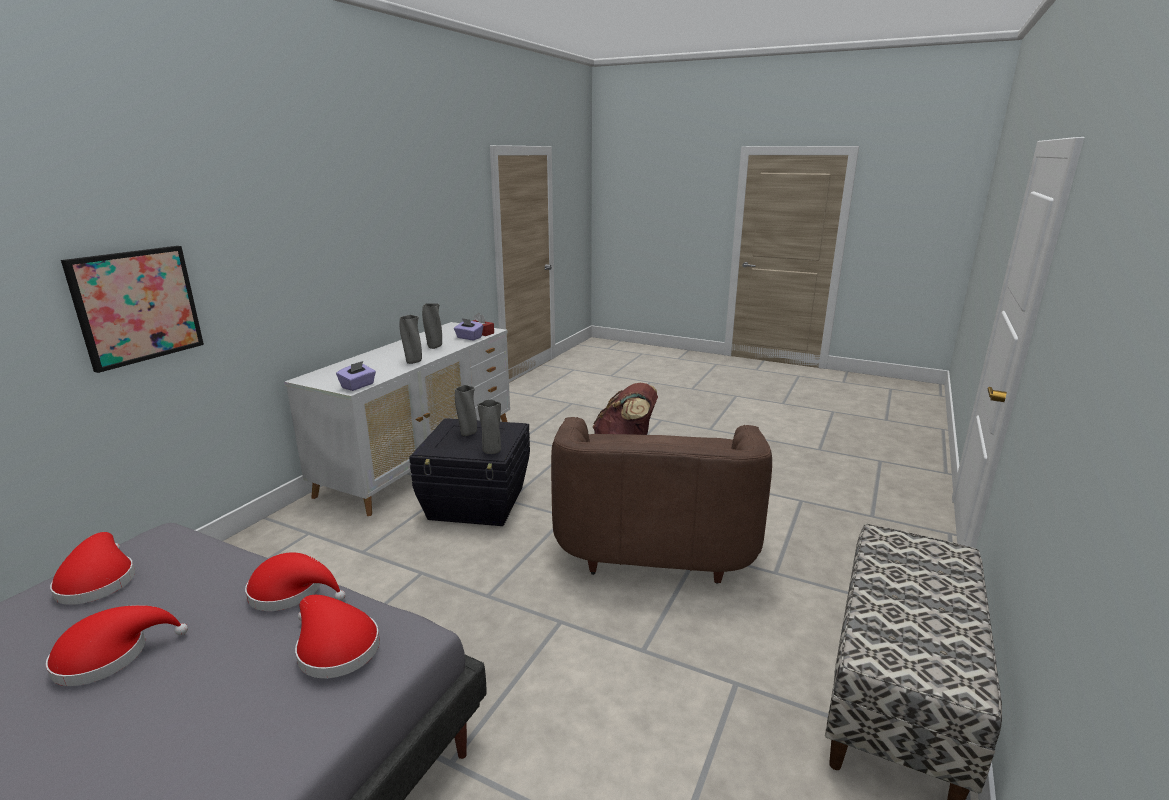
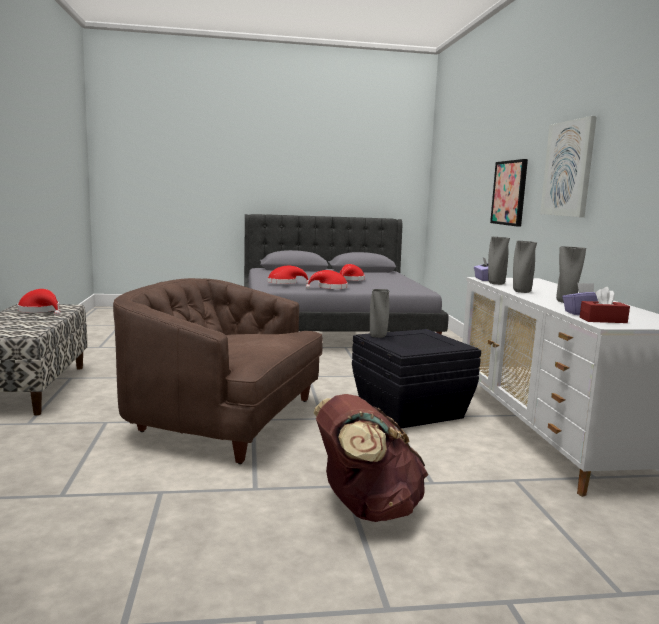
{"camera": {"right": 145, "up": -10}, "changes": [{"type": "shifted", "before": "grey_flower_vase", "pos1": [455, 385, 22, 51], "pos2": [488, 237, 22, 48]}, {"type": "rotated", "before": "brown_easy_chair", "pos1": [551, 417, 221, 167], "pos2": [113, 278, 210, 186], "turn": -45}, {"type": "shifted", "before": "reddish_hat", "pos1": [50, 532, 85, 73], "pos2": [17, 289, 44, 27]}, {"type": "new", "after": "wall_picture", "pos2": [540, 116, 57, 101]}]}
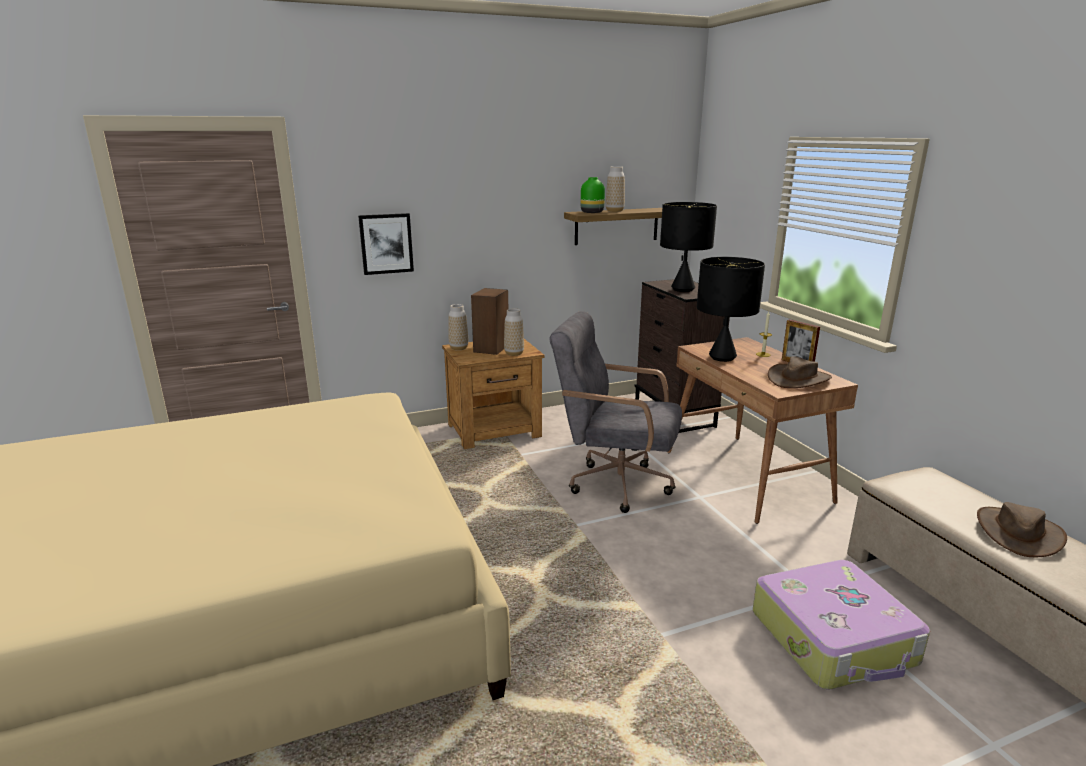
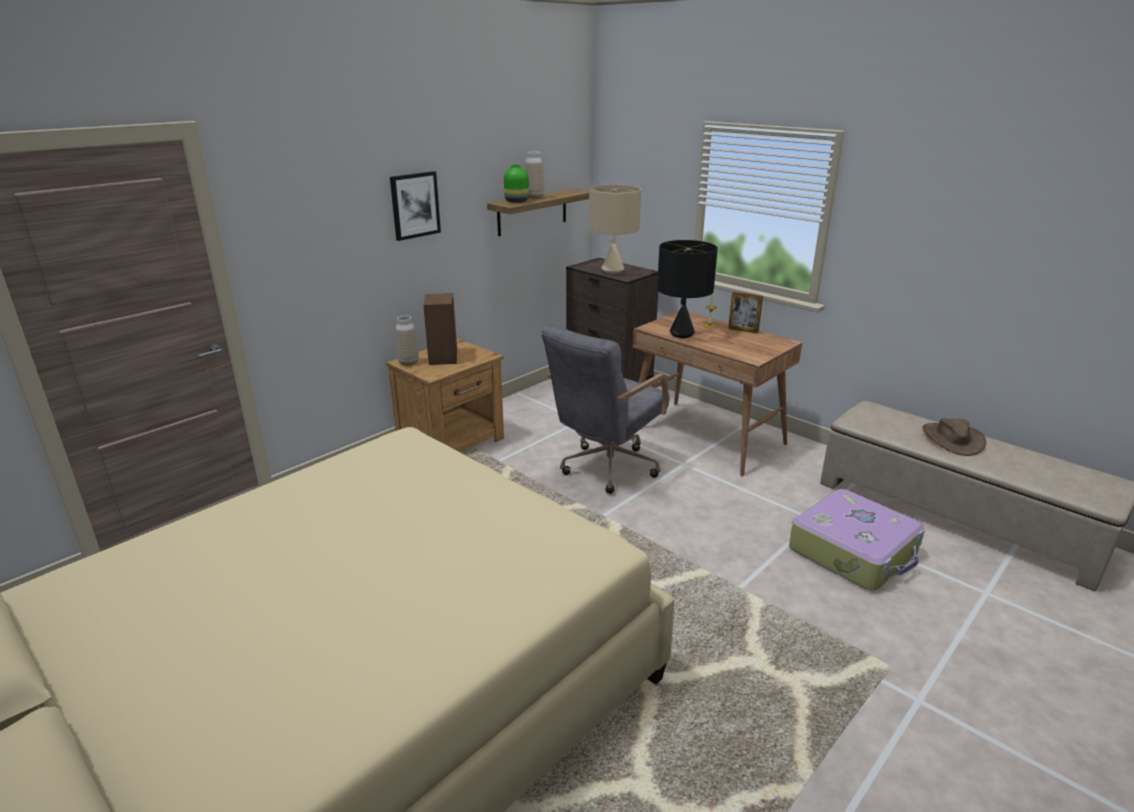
{"camera": {"right": -25, "up": 5}, "changes": [{"type": "repainted", "before": "blackish_tabletop_lamp", "after": "beige_tabletop_lamp", "pos1": [660, 202, 57, 90], "pos2": [589, 184, 52, 90]}, {"type": "shifted", "before": "wall_picture", "pos1": [358, 213, 56, 62], "pos2": [390, 171, 51, 70]}, {"type": "gone", "before": "flower_vase", "pos1": [504, 309, 20, 47]}, {"type": "rotated", "before": "grey_office_chair", "pos1": [549, 311, 133, 202], "pos2": [542, 324, 127, 170], "turn": -45}, {"type": "gone", "before": "brown_hat", "pos1": [768, 356, 64, 32]}]}
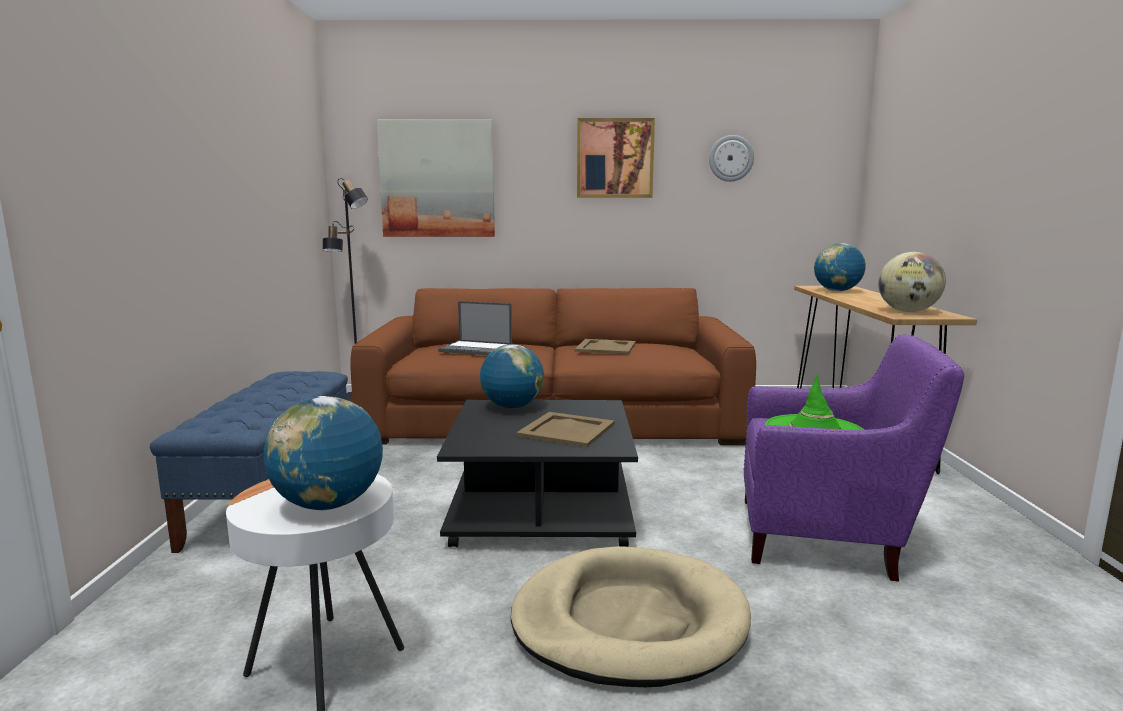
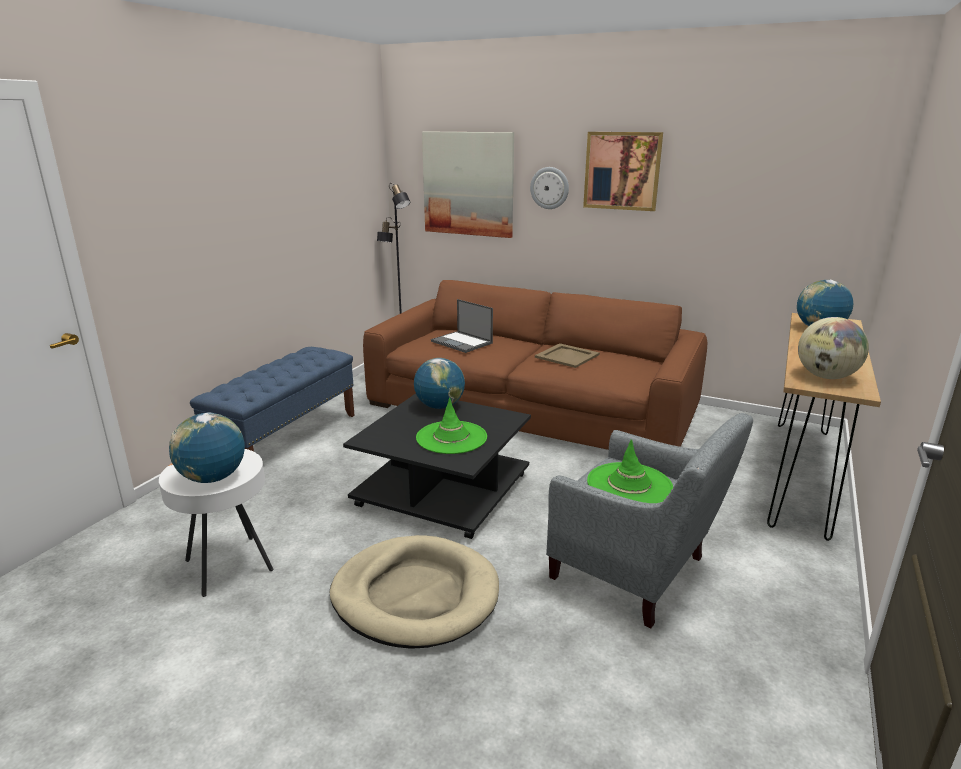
{"camera": {"right": 25, "up": 10}, "changes": [{"type": "shifted", "before": "hanging_clock", "pos1": [709, 135, 45, 47], "pos2": [530, 167, 39, 42]}, {"type": "repainted", "before": "purple-coloured_easy_chair", "after": "grey_easy_chair", "pos1": [744, 334, 220, 248], "pos2": [546, 413, 207, 215]}, {"type": "swapped", "before": "beige_tray", "after": "green-coloured_hat", "pos1": [516, 412, 99, 35], "pos2": [416, 397, 71, 57]}]}
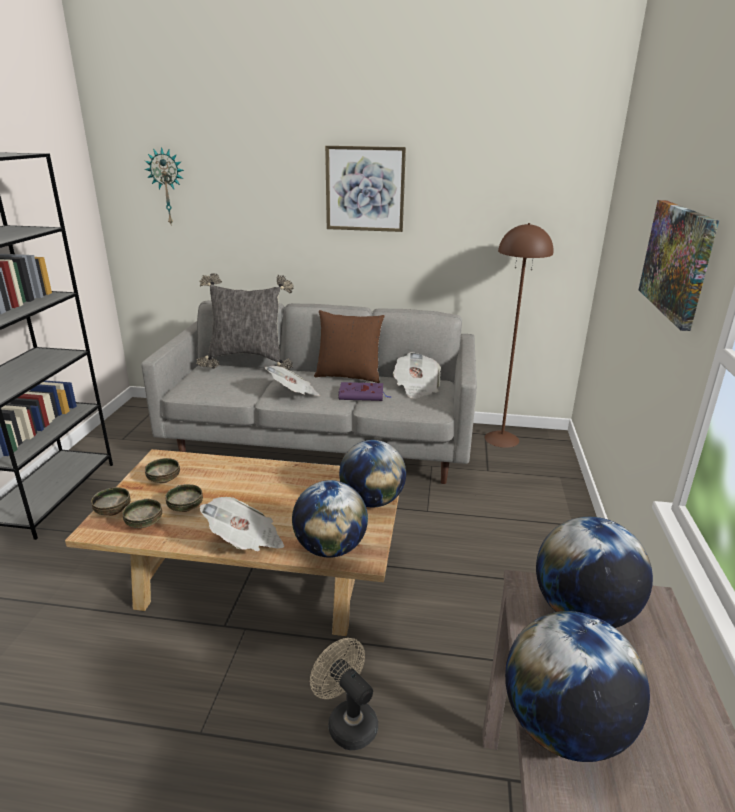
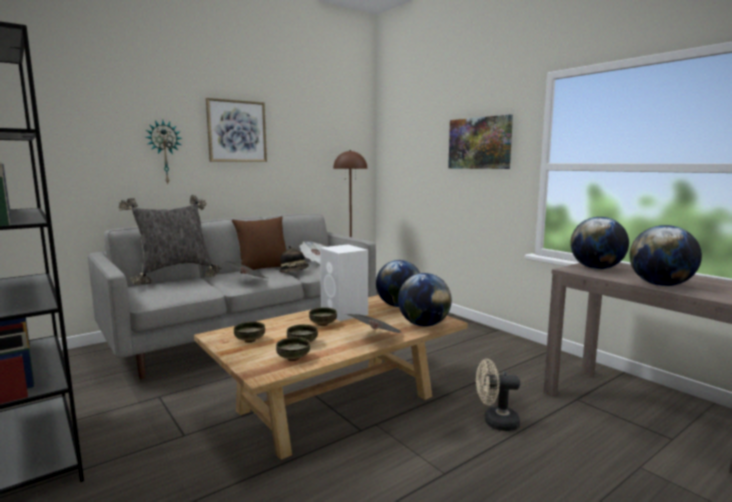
{"camera": {"right": -45, "up": -15}, "changes": [{"type": "shifted", "before": "hanging_clock", "pos1": [145, 147, 39, 77], "pos2": [145, 120, 37, 64]}, {"type": "swapped", "before": "purple-coloured_volume", "after": "hat", "pos1": [338, 382, 53, 19], "pos2": [279, 246, 30, 26]}, {"type": "shifted", "before": "bowl", "pos1": [91, 487, 40, 28], "pos2": [309, 307, 28, 19]}, {"type": "new", "after": "white-coloured_audio_speaker", "pos2": [320, 244, 48, 77]}]}
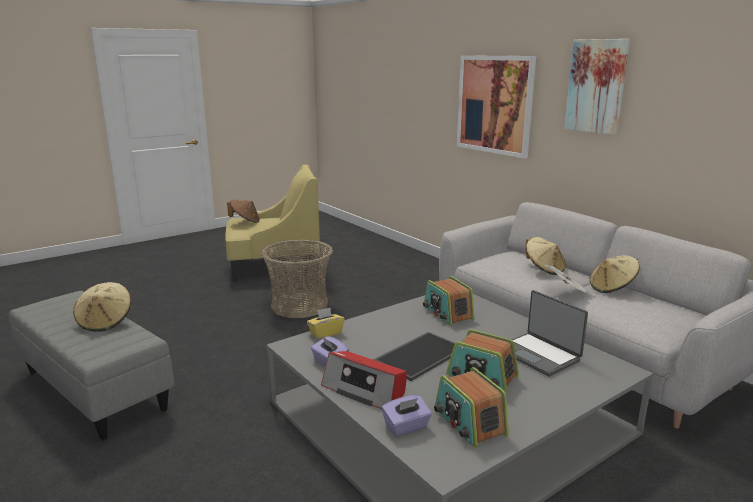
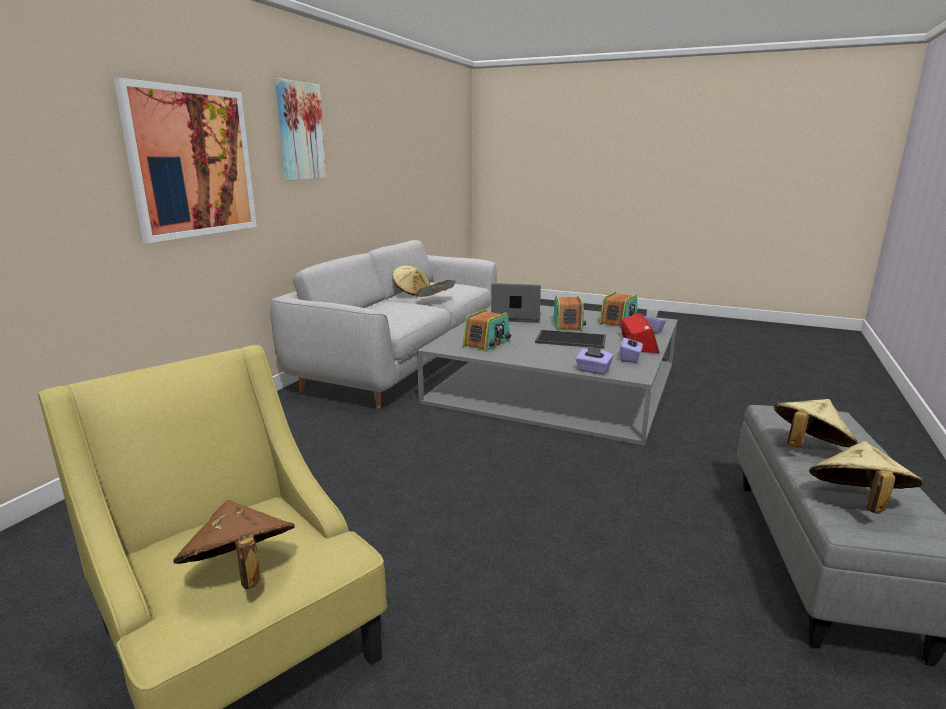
{"camera": {"right": -120, "up": 0}, "changes": [{"type": "shifted", "before": "beige_hat", "pos1": [525, 237, 41, 38], "pos2": [809, 441, 114, 73]}, {"type": "gone", "before": "basket", "pos1": [261, 240, 72, 78]}, {"type": "rotated", "before": "notebook_computer", "pos1": [511, 290, 77, 87], "pos2": [491, 283, 50, 40], "turn": -105}, {"type": "repainted", "before": "yellowish_tissue_holder", "after": "purple-coloured_tissue_holder", "pos1": [307, 307, 37, 32], "pos2": [575, 346, 39, 29]}]}
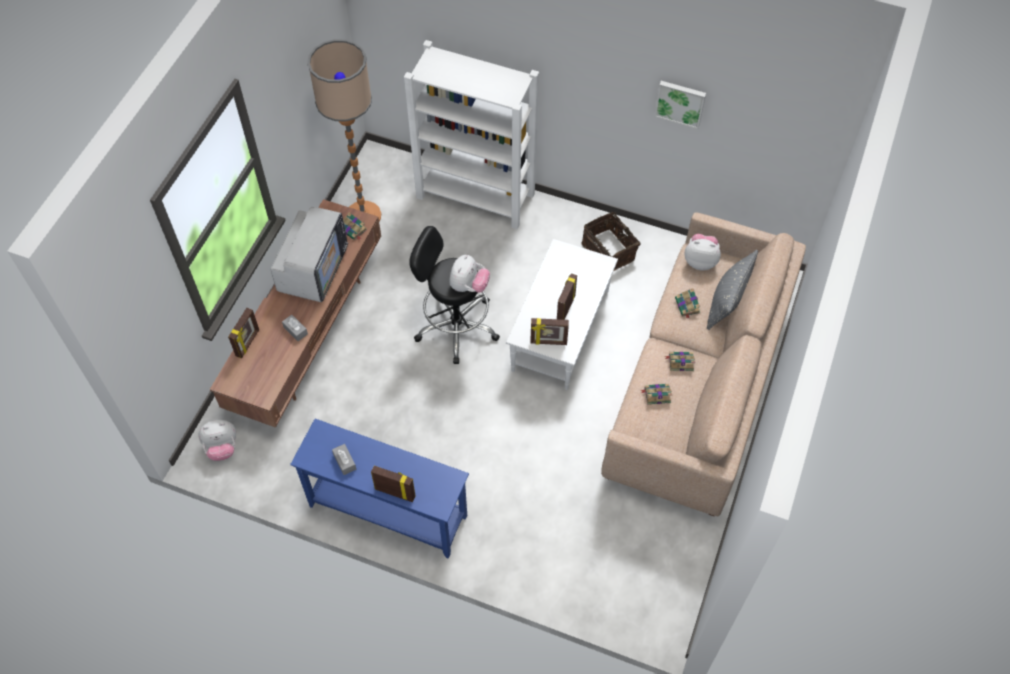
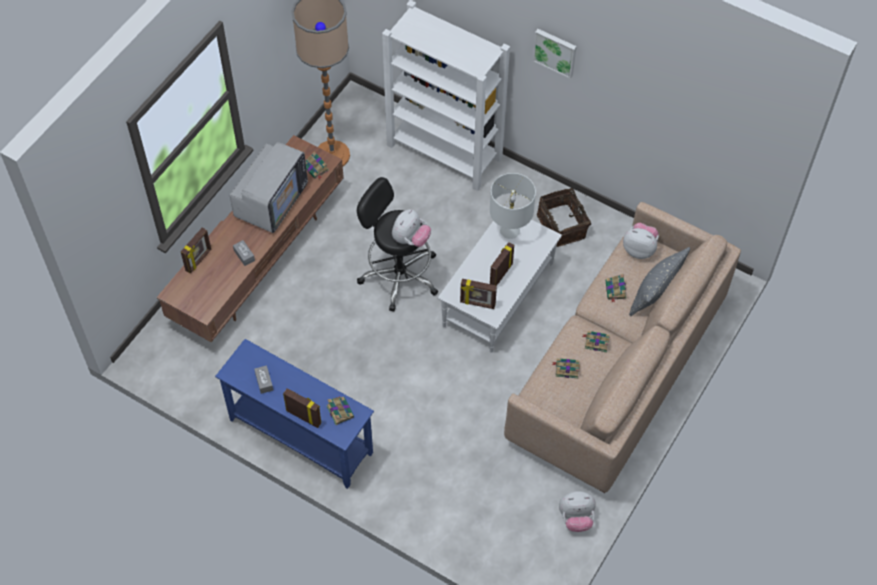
{"camera": {"right": 10, "up": 0}, "changes": [{"type": "shifted", "before": "wall_picture", "pos1": [654, 81, 52, 48], "pos2": [533, 29, 44, 50]}, {"type": "shifted", "before": "soft_toy", "pos1": [198, 420, 38, 41], "pos2": [559, 491, 37, 41]}, {"type": "new", "after": "white-coloured_tabletop_lamp", "pos2": [490, 173, 46, 66]}, {"type": "new", "after": "volume", "pos2": [327, 396, 27, 29]}]}
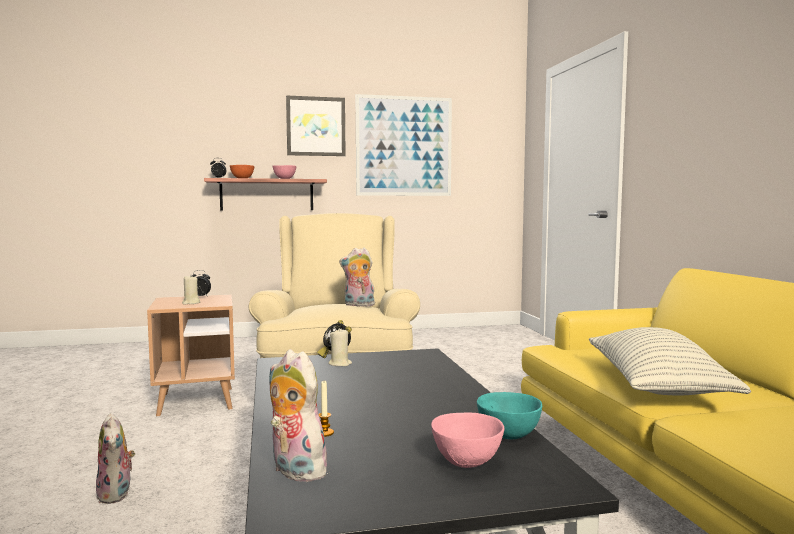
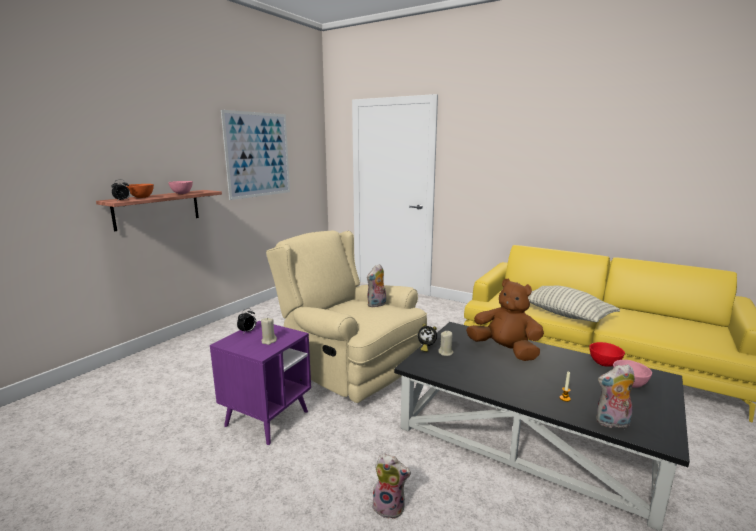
{"camera": {"right": -45, "up": 10}, "changes": [{"type": "gone", "before": "wall_picture", "pos1": [286, 95, 60, 61]}, {"type": "repainted", "before": "brown_side_table", "after": "purple-coloured_side_table", "pos1": [147, 295, 88, 122], "pos2": [210, 321, 101, 125]}, {"type": "repainted", "before": "blue-green_bowl", "after": "reddish_bowl", "pos1": [477, 392, 65, 47], "pos2": [589, 342, 36, 25]}, {"type": "new", "after": "brown_soft_toy", "pos2": [466, 279, 78, 82]}]}
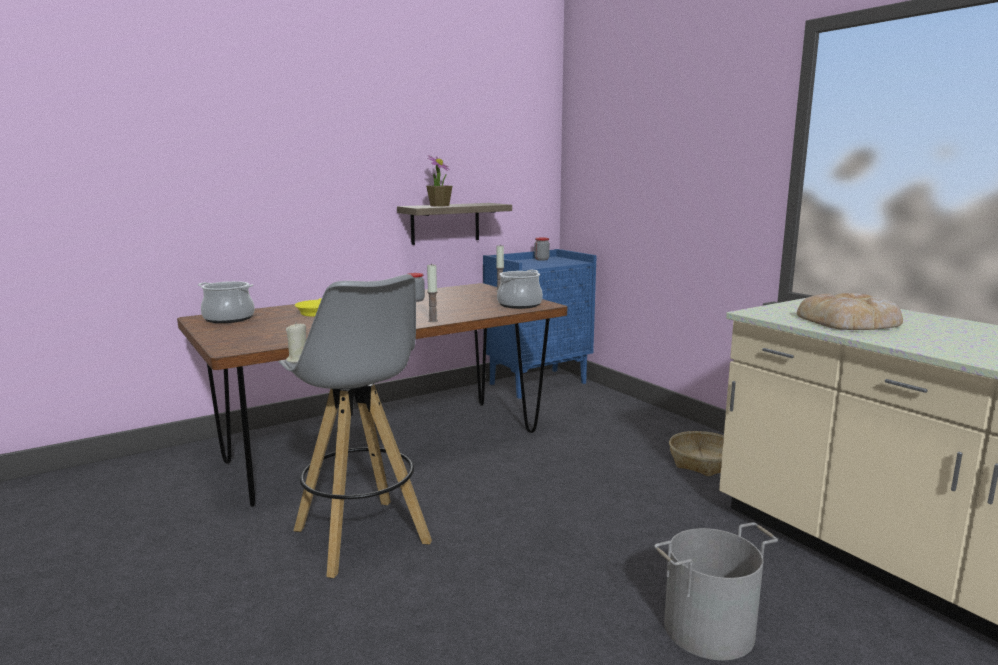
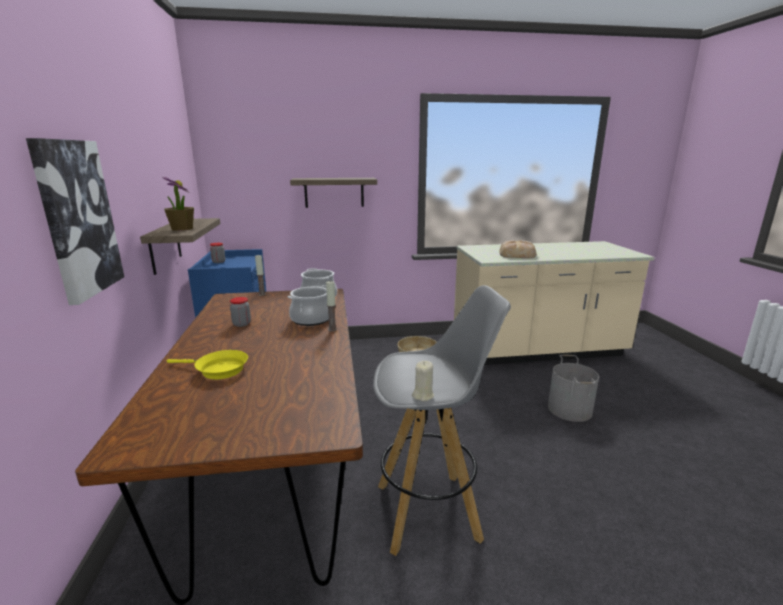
{"camera": {"right": -65, "up": 5}, "changes": [{"type": "shifted", "before": "saucepot", "pos1": [198, 281, 57, 42], "pos2": [287, 285, 42, 41]}, {"type": "new", "after": "wall_picture", "pos2": [26, 138, 98, 167]}, {"type": "new", "after": "shelf", "pos2": [290, 178, 87, 30]}]}
